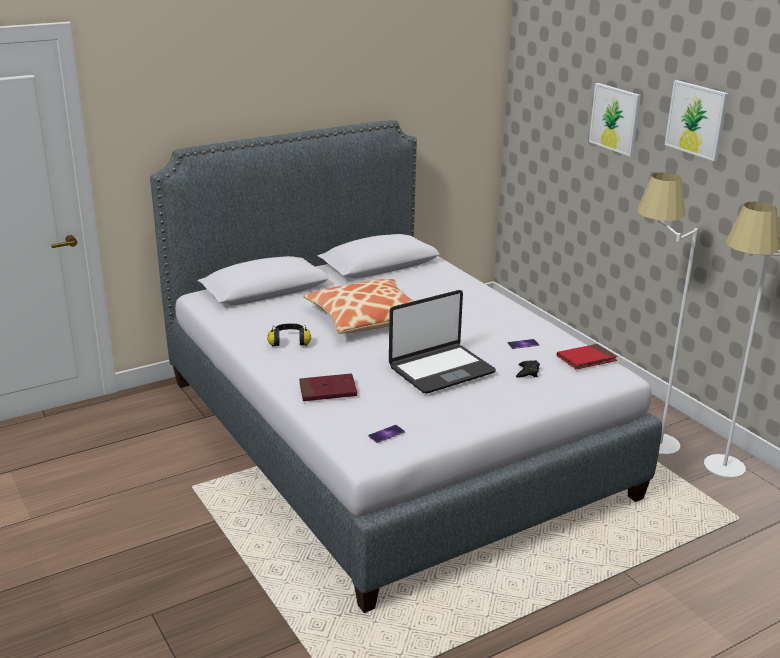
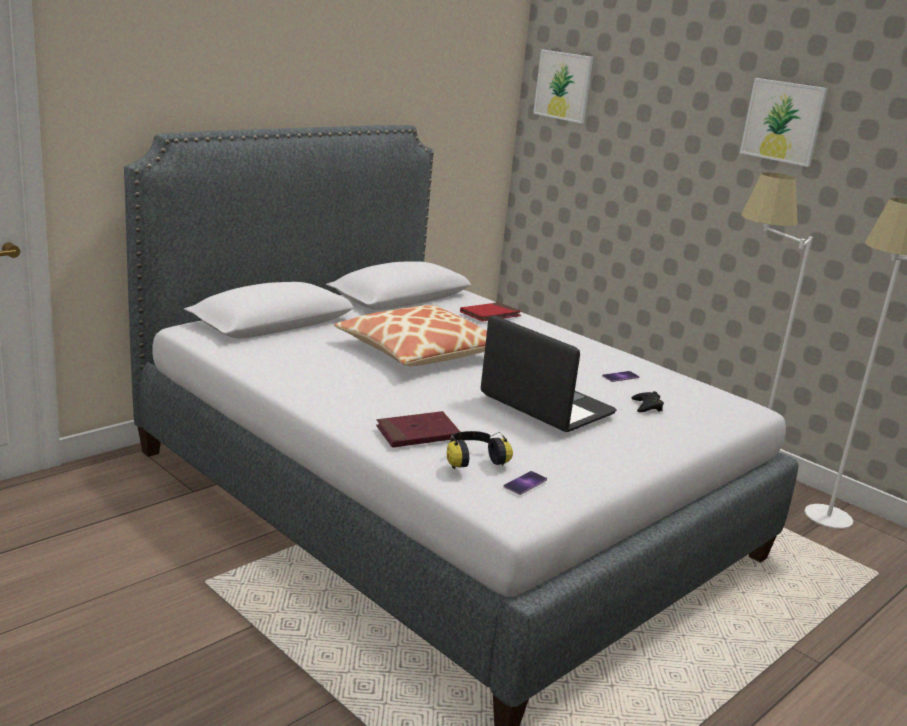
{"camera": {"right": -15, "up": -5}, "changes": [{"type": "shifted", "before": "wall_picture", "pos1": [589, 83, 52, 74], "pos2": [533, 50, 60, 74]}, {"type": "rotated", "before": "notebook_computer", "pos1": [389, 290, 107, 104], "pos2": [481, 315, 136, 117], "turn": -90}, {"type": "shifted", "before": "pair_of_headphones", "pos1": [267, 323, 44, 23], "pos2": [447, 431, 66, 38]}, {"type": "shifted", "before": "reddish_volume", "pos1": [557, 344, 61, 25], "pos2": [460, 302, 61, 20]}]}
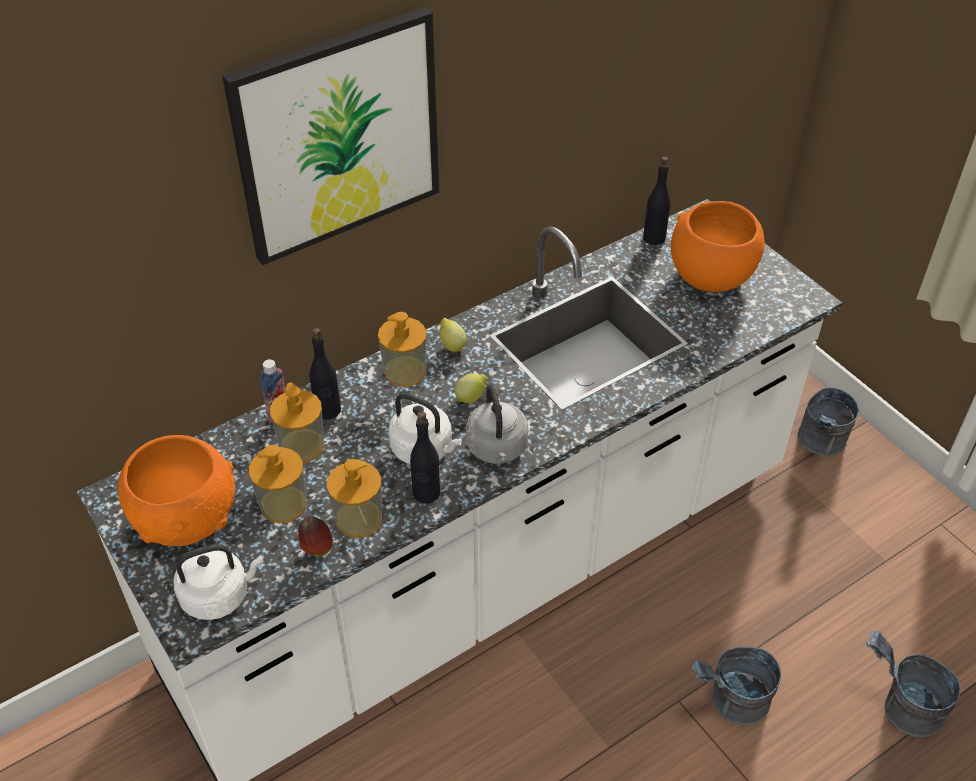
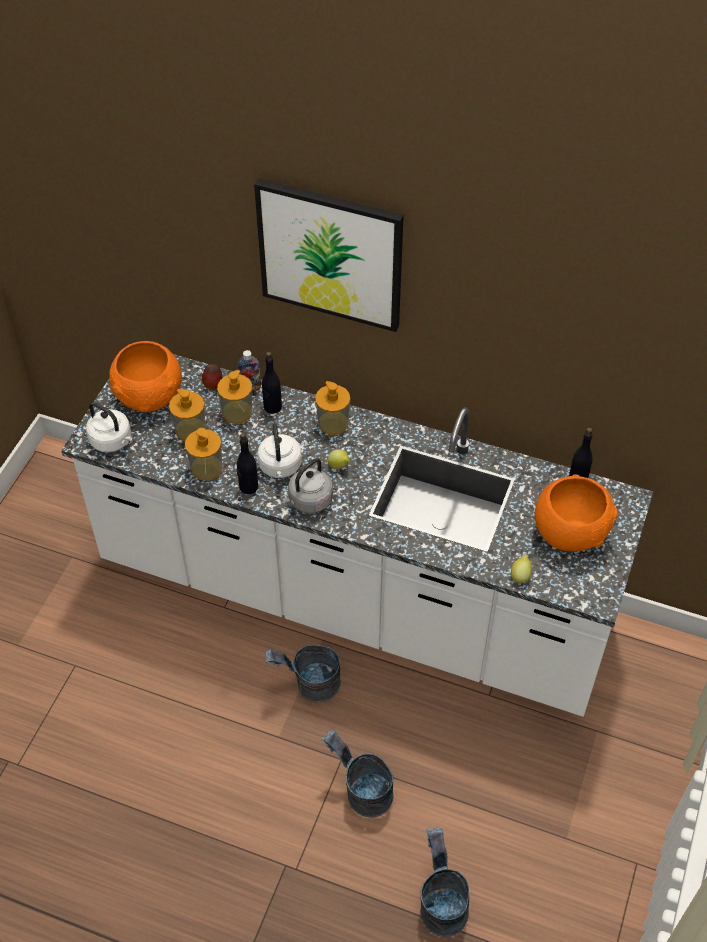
{"camera": {"right": 55, "up": 5}, "changes": [{"type": "shifted", "before": "lemon", "pos1": [439, 318, 28, 34], "pos2": [511, 555, 21, 30]}, {"type": "shifted", "before": "grey_water_bucket", "pos1": [798, 388, 61, 69], "pos2": [265, 645, 76, 58]}, {"type": "shifted", "before": "apple", "pos1": [299, 516, 34, 41], "pos2": [202, 364, 20, 26]}]}
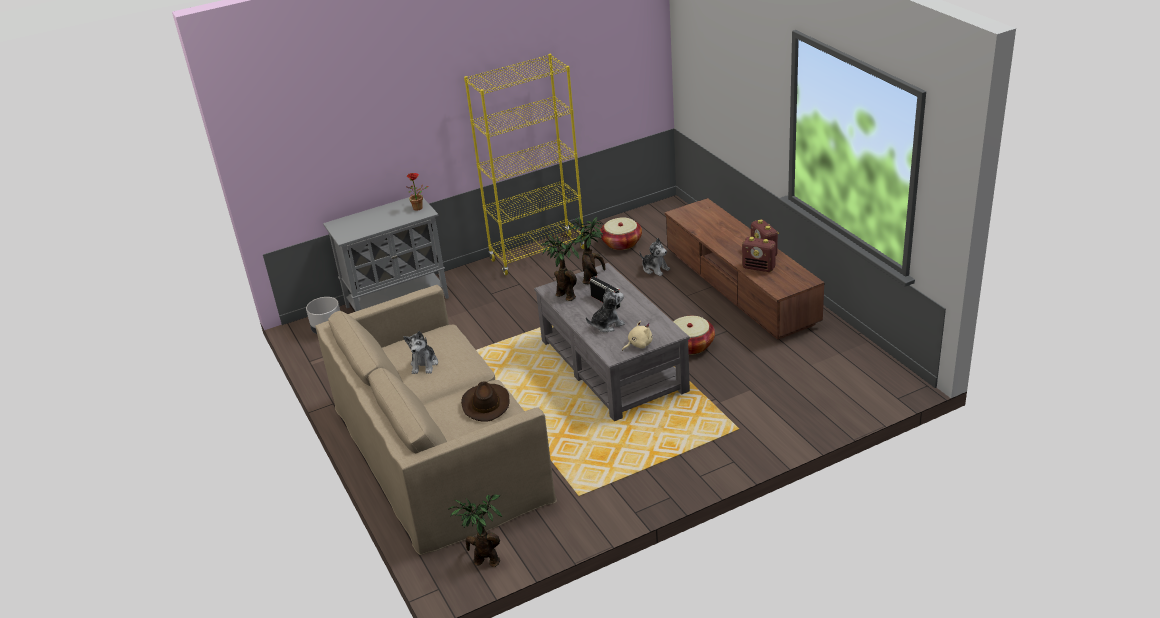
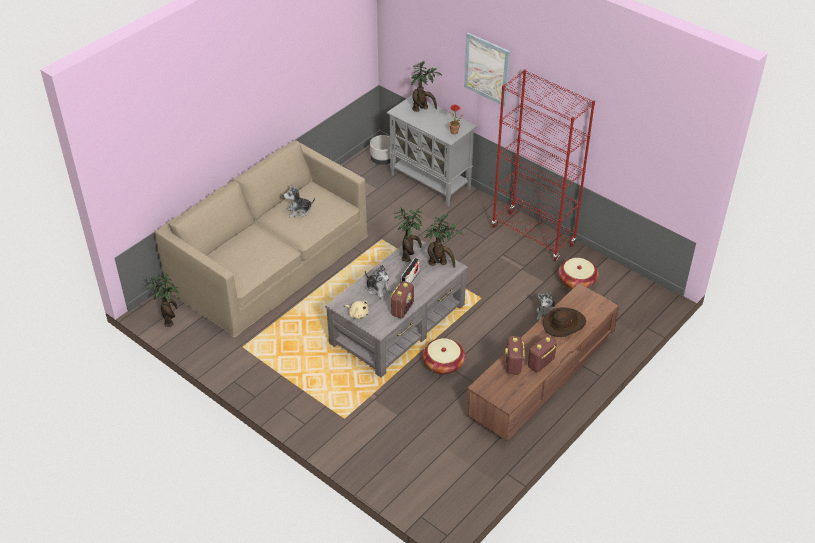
{"camera": {"right": 65, "up": 10}, "changes": [{"type": "repainted", "before": "yellowish_bookcase", "after": "reddish_bookcase", "pos1": [464, 54, 121, 221], "pos2": [492, 69, 103, 192]}, {"type": "shifted", "before": "brown_hat", "pos1": [461, 381, 48, 41], "pos2": [543, 307, 43, 30]}, {"type": "new", "after": "wall_picture", "pos2": [464, 32, 46, 74]}, {"type": "new", "after": "potted_plant", "pos2": [411, 61, 31, 51]}, {"type": "new", "after": "radio", "pos2": [391, 281, 23, 37]}]}
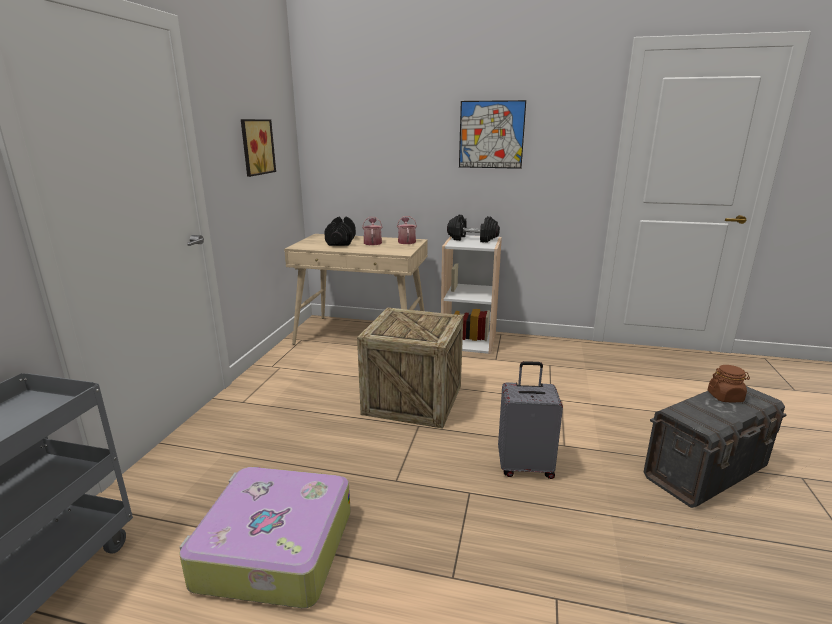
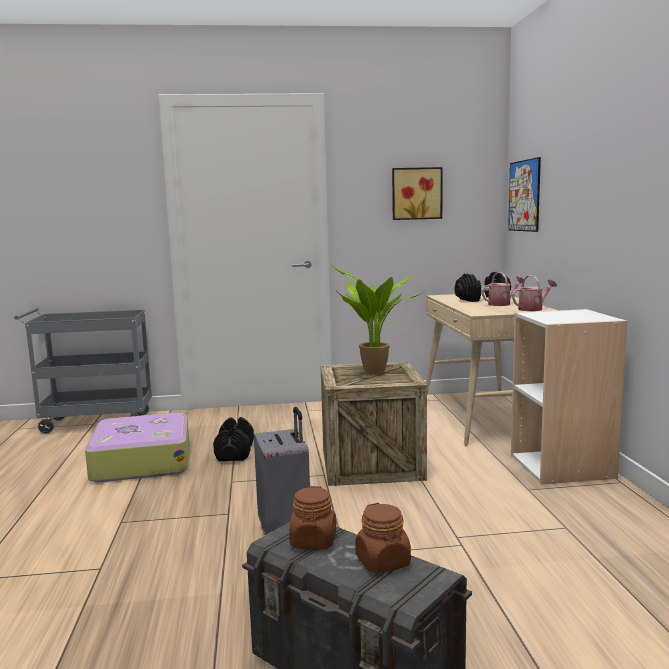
{"camera": {"right": 70, "up": -10}, "changes": [{"type": "shifted", "before": "wall_picture", "pos1": [459, 100, 67, 69], "pos2": [508, 157, 33, 75]}, {"type": "shifted", "before": "blackish_hand_weight", "pos1": [447, 215, 53, 28], "pos2": [213, 417, 41, 44]}, {"type": "new", "after": "potted_plant", "pos2": [329, 261, 94, 114]}, {"type": "new", "after": "brown_jar", "pos2": [289, 486, 47, 64]}]}
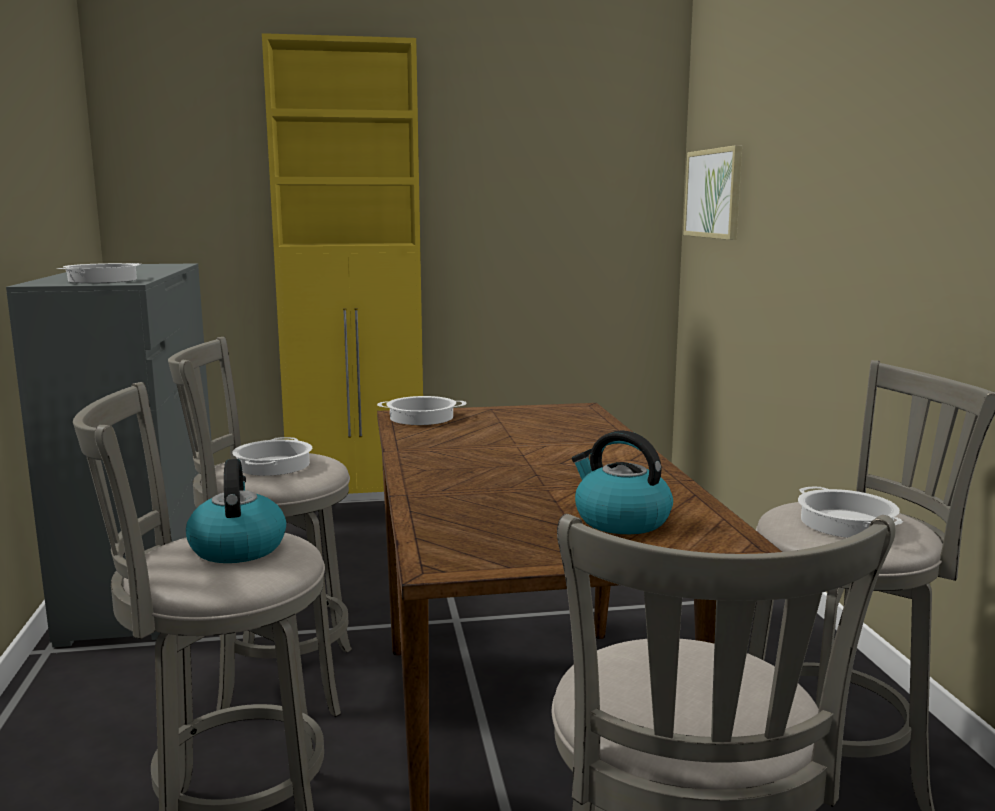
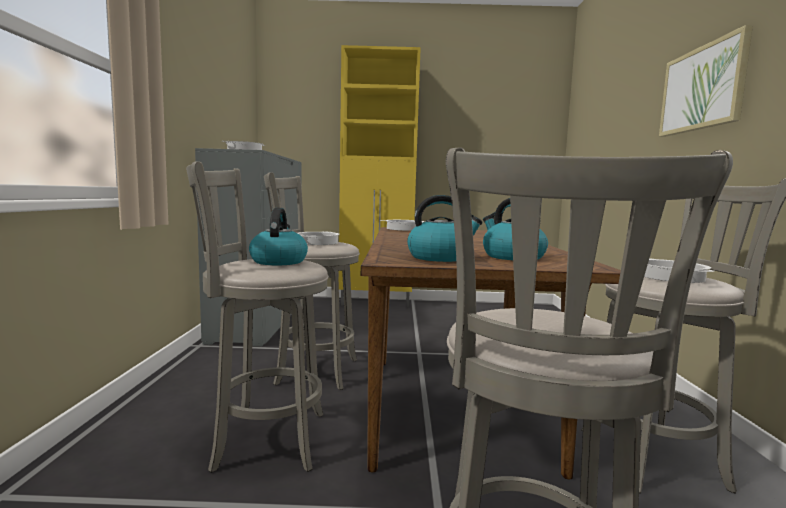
{"camera": {"right": 10, "up": -5}, "changes": [{"type": "shifted", "before": "wall_picture", "pos1": [683, 145, 59, 95], "pos2": [659, 25, 94, 112]}, {"type": "new", "after": "water_kettle", "pos2": [407, 195, 76, 67]}]}
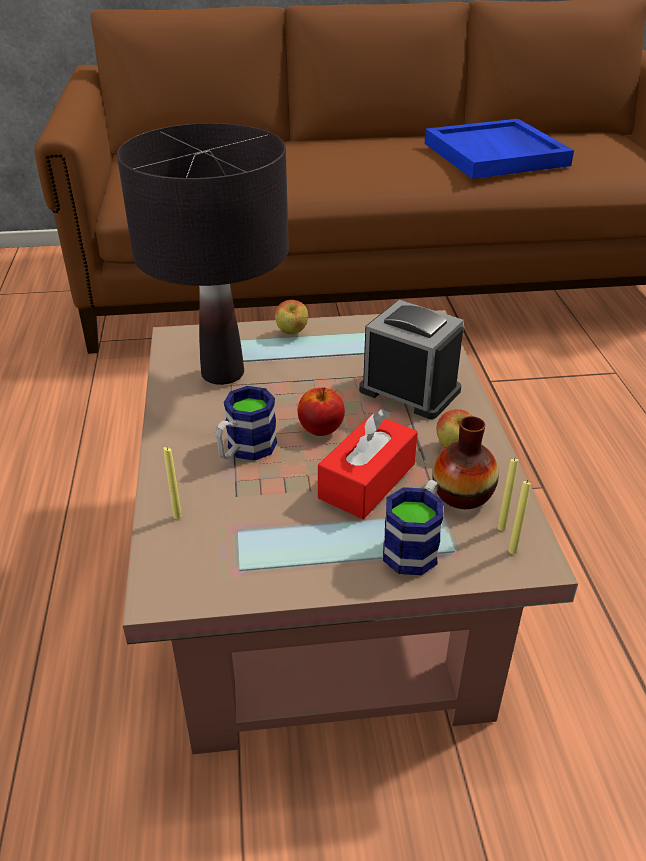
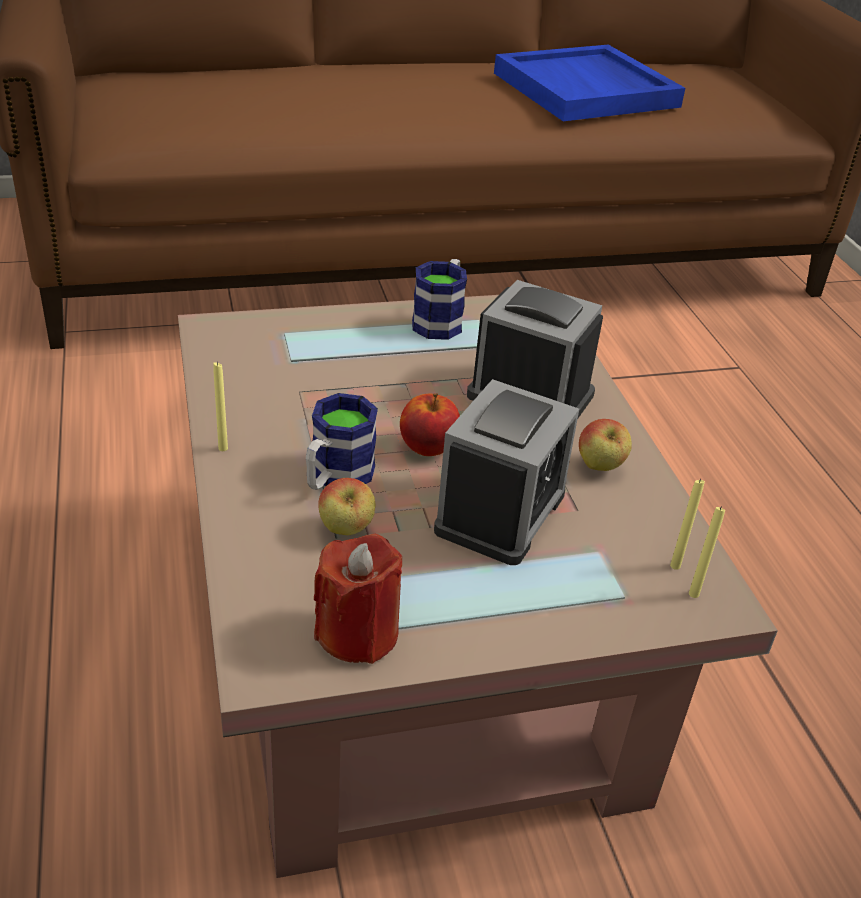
{"camera": {"right": -10, "up": 0}, "changes": [{"type": "gone", "before": "blackish_tabletop_lamp", "pos1": [117, 123, 172, 262]}, {"type": "shifted", "before": "apple", "pos1": [275, 300, 33, 34], "pos2": [318, 478, 58, 57]}, {"type": "swapped", "before": "reddish_tissue_holder", "after": "bedside_clock", "pos1": [318, 409, 100, 110], "pos2": [434, 379, 145, 186]}, {"type": "gone", "before": "flower_vase", "pos1": [432, 416, 67, 93]}, {"type": "shifted", "before": "yellowish_candle", "pos1": [163, 447, 19, 72], "pos2": [213, 361, 15, 90]}, {"type": "shifted", "before": "mug", "pos1": [383, 480, 61, 95], "pos2": [412, 259, 55, 81]}, {"type": "new", "after": "reddish_candle", "pos2": [314, 534, 88, 130]}]}
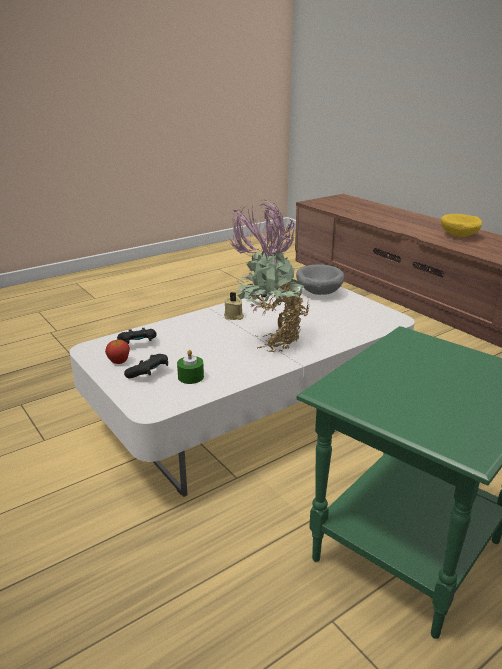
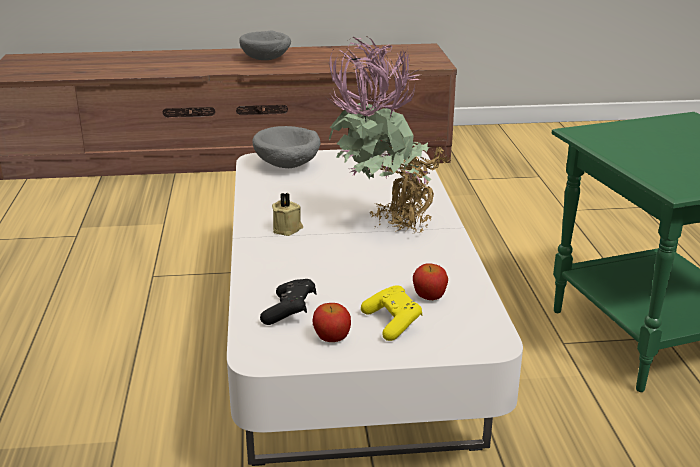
{"camera": {"right": -60, "up": 0}, "changes": [{"type": "repainted", "before": "yellowish_bowl", "after": "grey_bowl", "pos1": [441, 214, 41, 23], "pos2": [239, 31, 52, 29]}, {"type": "swapped", "before": "green-coloured_candle", "after": "apple", "pos1": [177, 350, 27, 34], "pos2": [413, 263, 35, 37]}, {"type": "repainted", "before": "blackish_joypad", "after": "yellowish_joypad", "pos1": [124, 354, 44, 25], "pos2": [361, 285, 61, 56]}]}
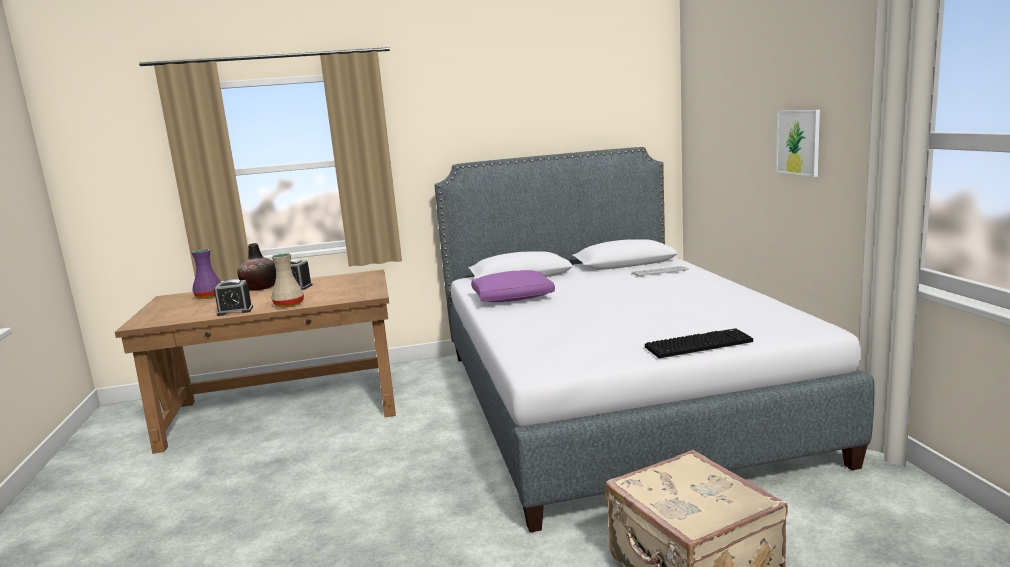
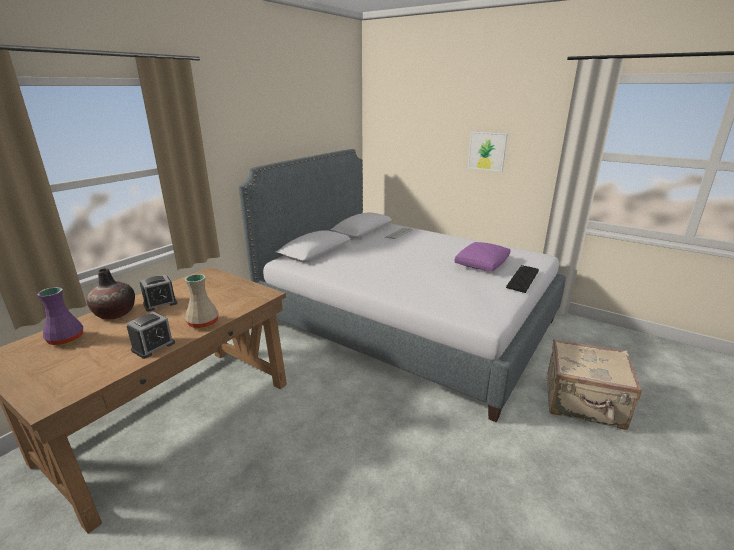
{"camera": {"right": -45, "up": 10}, "changes": [{"type": "shifted", "before": "purple-coloured_pillow", "pos1": [471, 270, 84, 32], "pos2": [454, 242, 57, 29]}]}
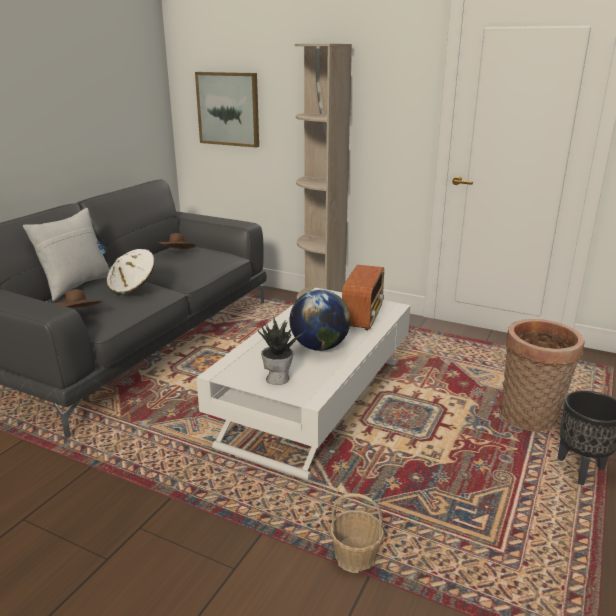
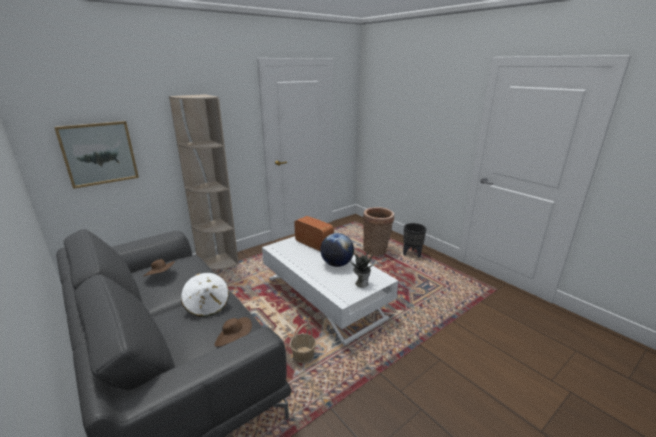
{"camera": {"right": -65, "up": 0}, "changes": [{"type": "gone", "before": "grey_pillow", "pos1": [23, 208, 87, 93]}, {"type": "shifted", "before": "basket", "pos1": [330, 493, 54, 80], "pos2": [290, 323, 26, 40]}]}
